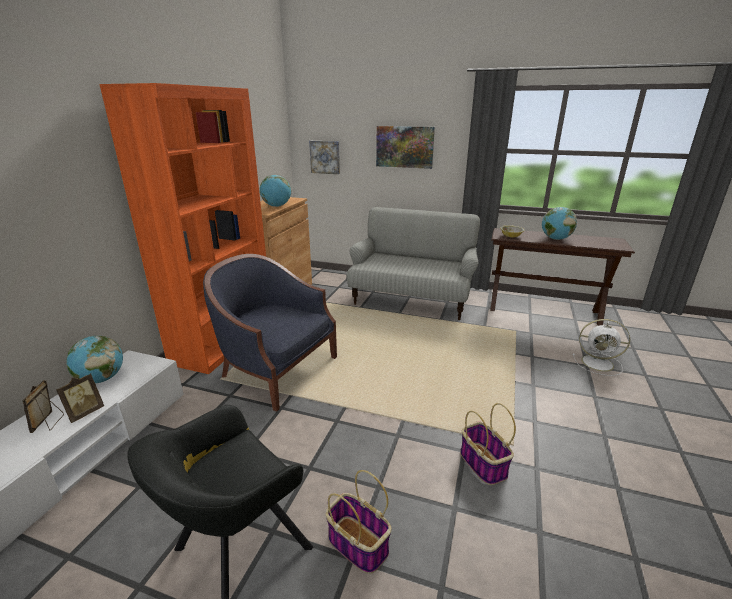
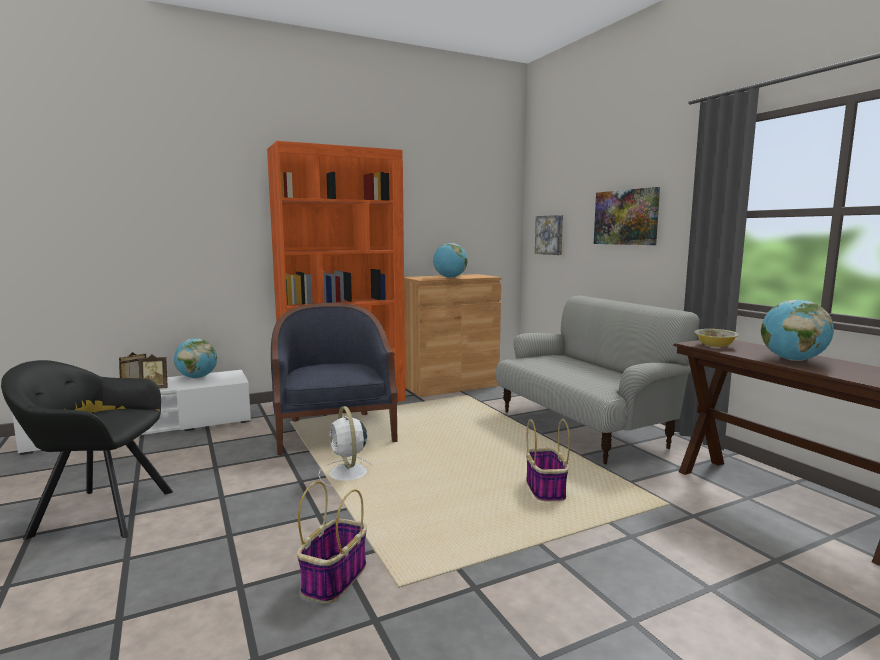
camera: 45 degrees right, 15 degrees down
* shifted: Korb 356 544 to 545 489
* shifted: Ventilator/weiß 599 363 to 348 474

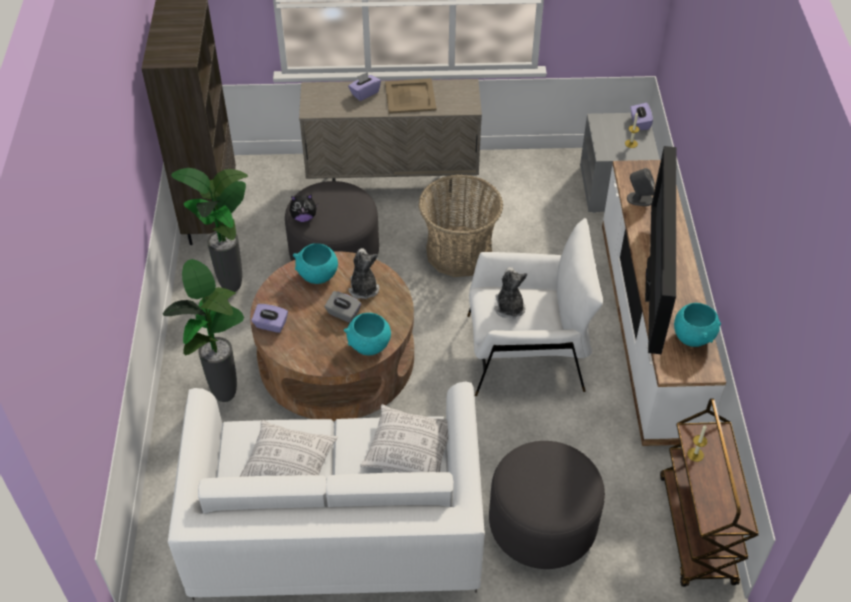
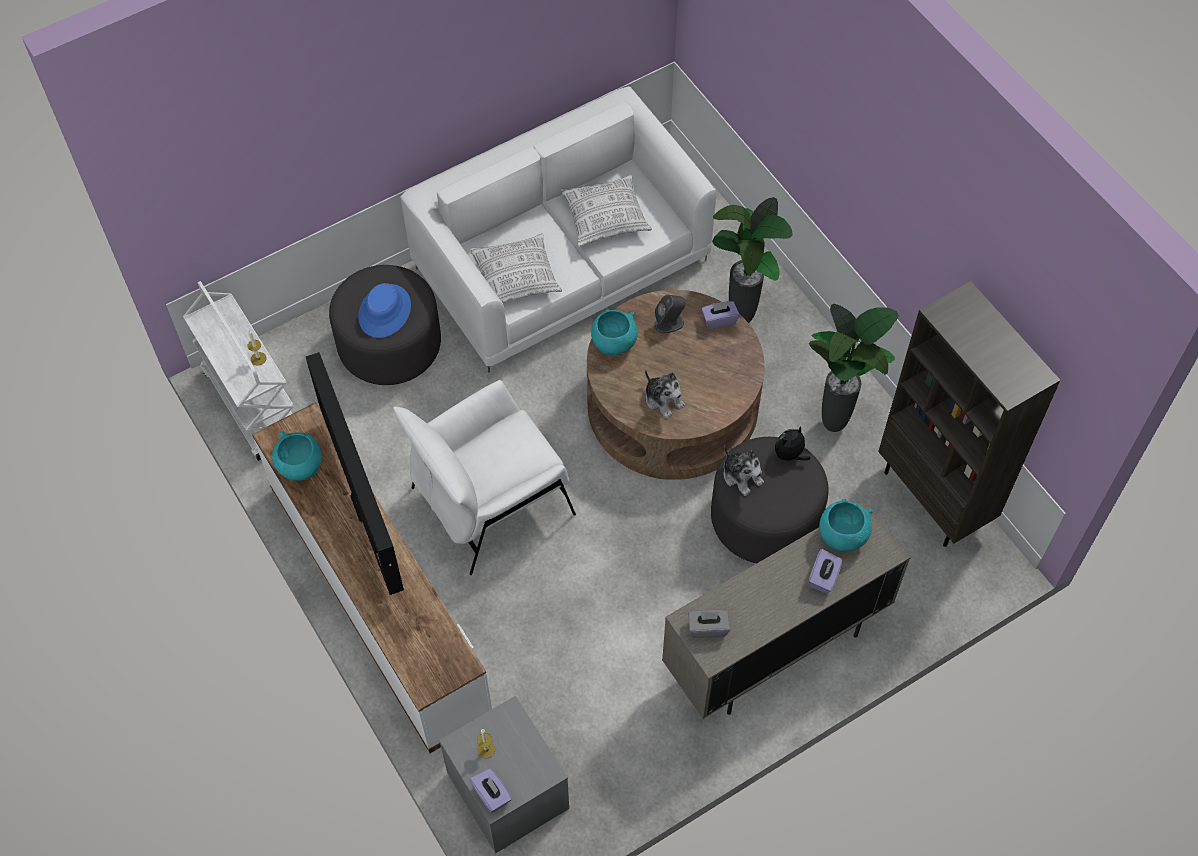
camera: 150 degrees right, 10 degrees up
* shifted: Schüssel/türkis 318 276 to 842 536
* shifted: Taschentuchbox/grau 343 314 to 708 628
* gone: Tablett/beige 410 96
* gone: Korb 459 252
* shifted: Plüschtier 509 307 to 741 476
* shifted: Lautsprecher/grau 639 199 to 669 323
* repainted: Rollwagen/braun 697 530 to Rollwagen/weiß 252 403
* new: Hut/blau 385 311

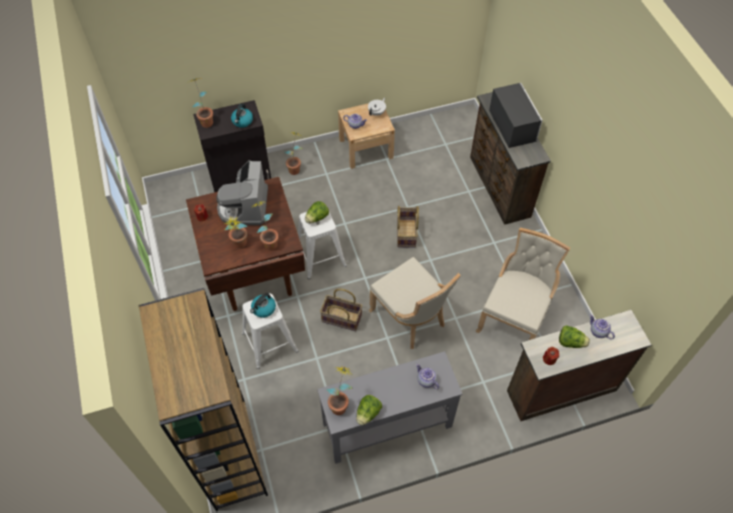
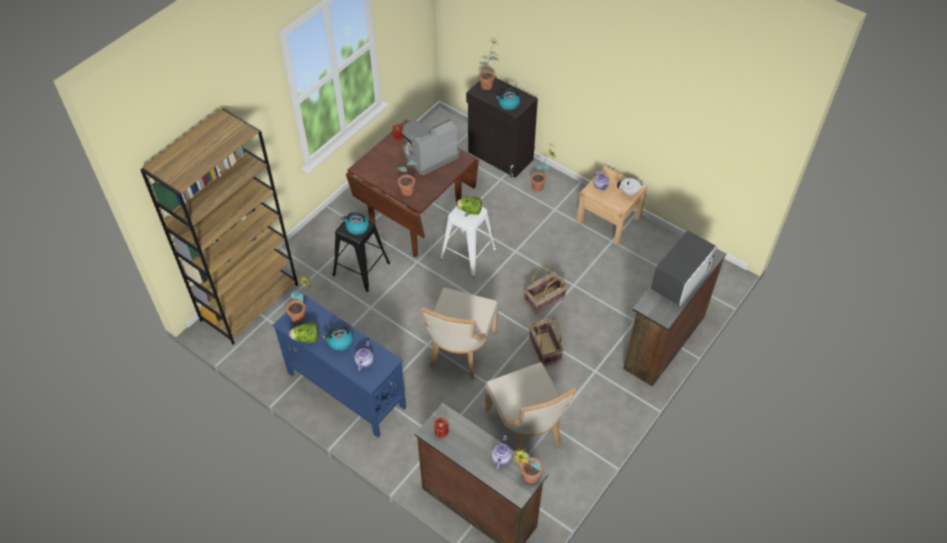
camera: 55 degrees right, 5 degrees down
* shifted: Topfpflanze 240 246 to 526 479
* repainted: Hocker/weiß 269 343 to Hocker/schwarz 360 269
* repainted: Konsolentisch/grau 386 425 to Konsolentisch/blau 346 389
* shifted: Korb 341 319 to 544 349
* rotated: Stuhl/beige 514 317 = 526 429 75 degrees clockwise
* gone: Salatkopf 570 342
* new: Wasserkessel 340 342

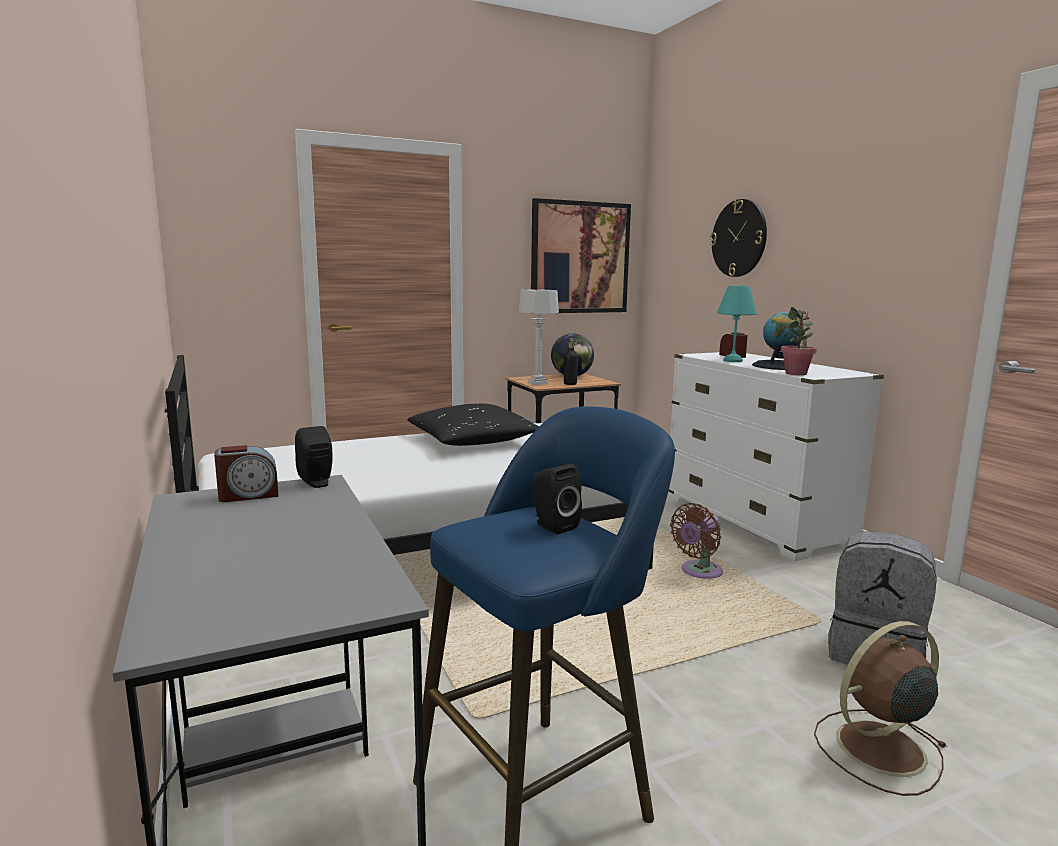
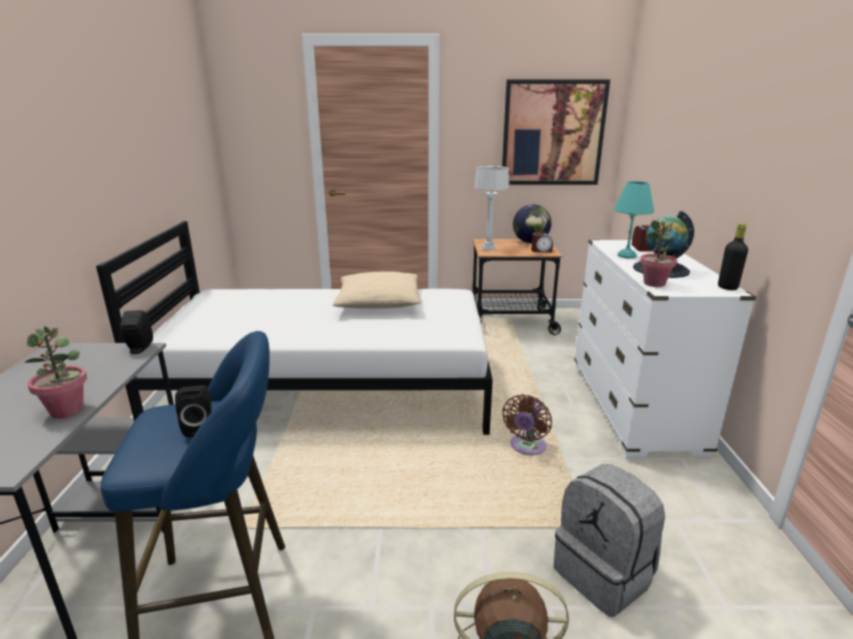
camera: 25 degrees right, 10 degrees up
* shifted: Wecker 248 495 to 541 250
* repainted: Kissen/schwarz 472 441 to Kissen/beige 378 302
* shifted: Flasche/schwarz 570 384 to 727 287
* rotated: Ventilator/braun 698 572 = 526 447 45 degrees counterclockwise
* gone: Wanduhr 739 238
* new: Topfpflanze 67 410

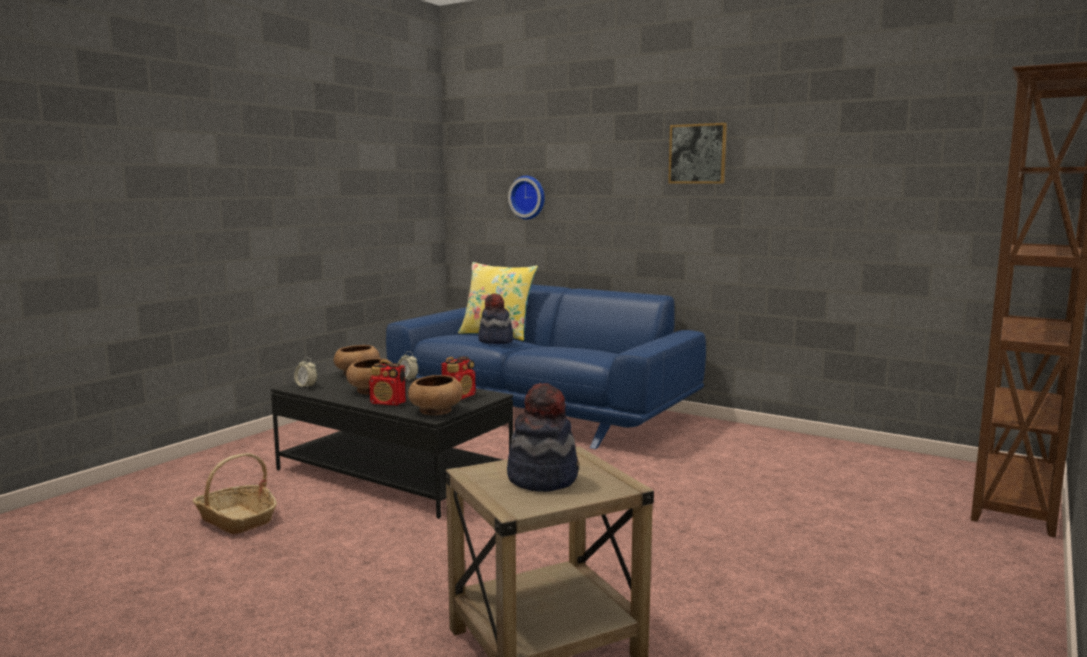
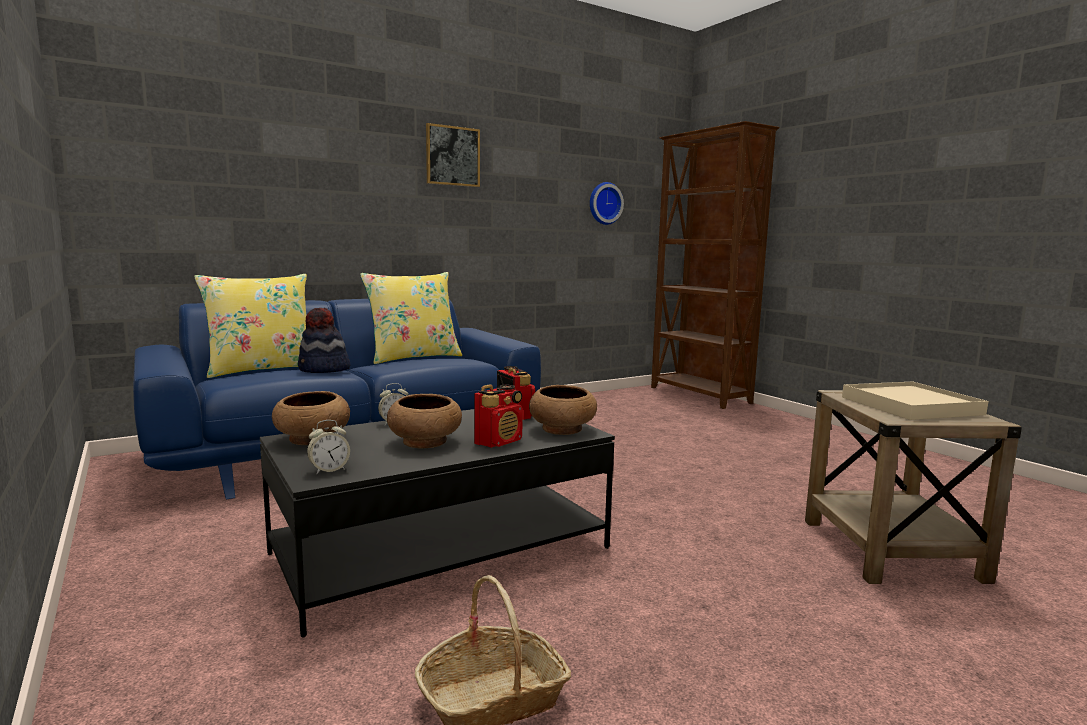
camera: 65 degrees left, 0 degrees up
* swapped: Hut 543 478 to Tablett/beige 910 406
* shifted: Wanduhr 528 197 to 604 203
* new: Kissen/gelb 413 357

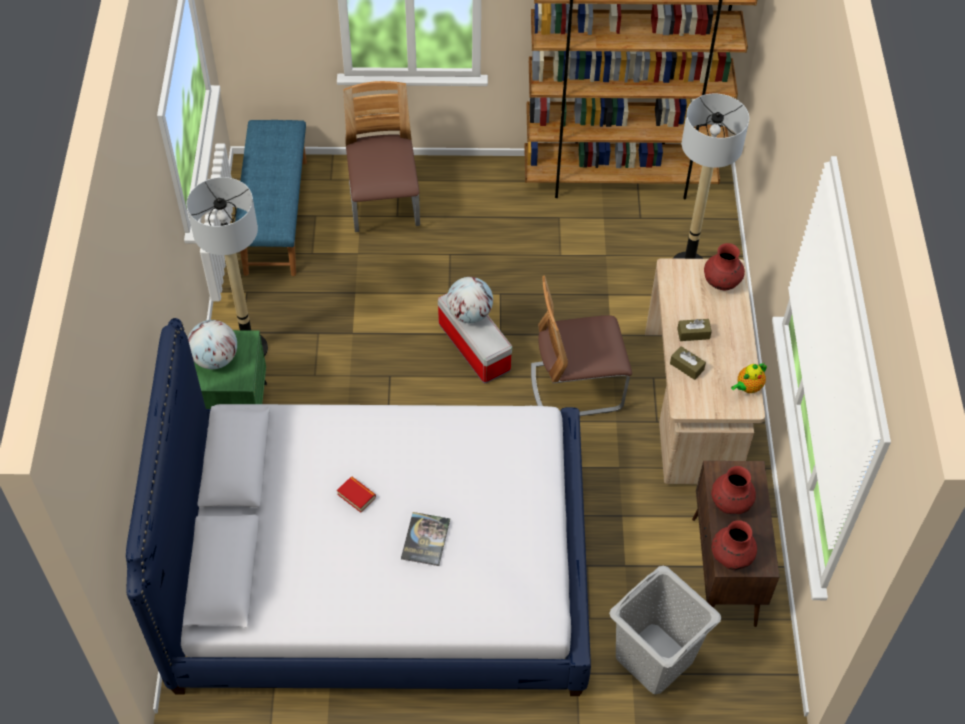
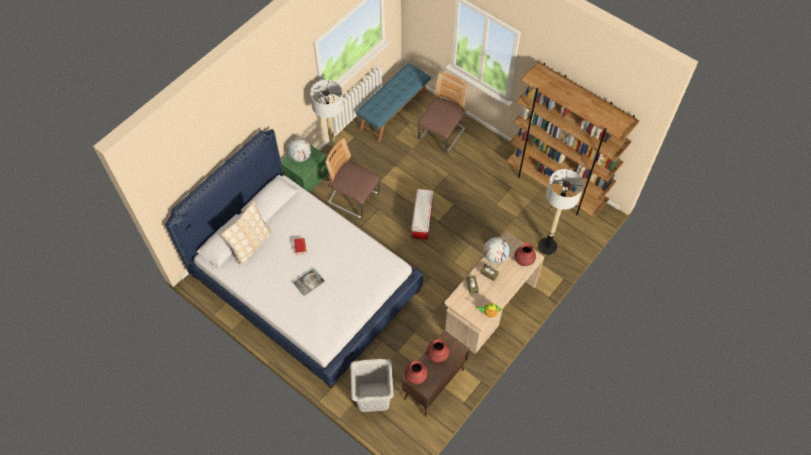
camera: 40 degrees right, 5 degrees up
* shifted: Globus 469 314 to 495 256
* shifted: Stuhl 576 387 to 354 198
* new: Kissen/beige 251 245

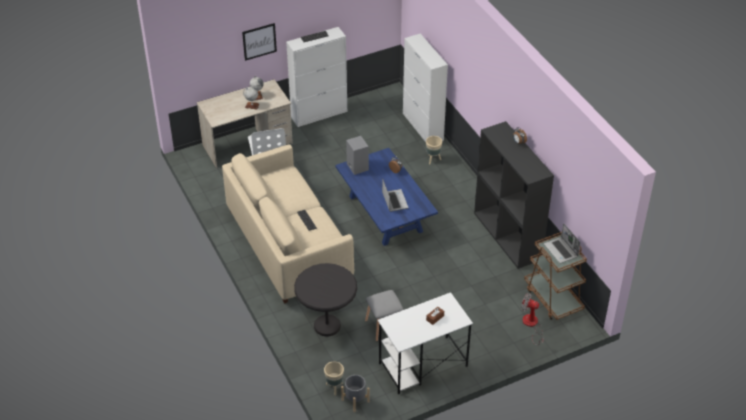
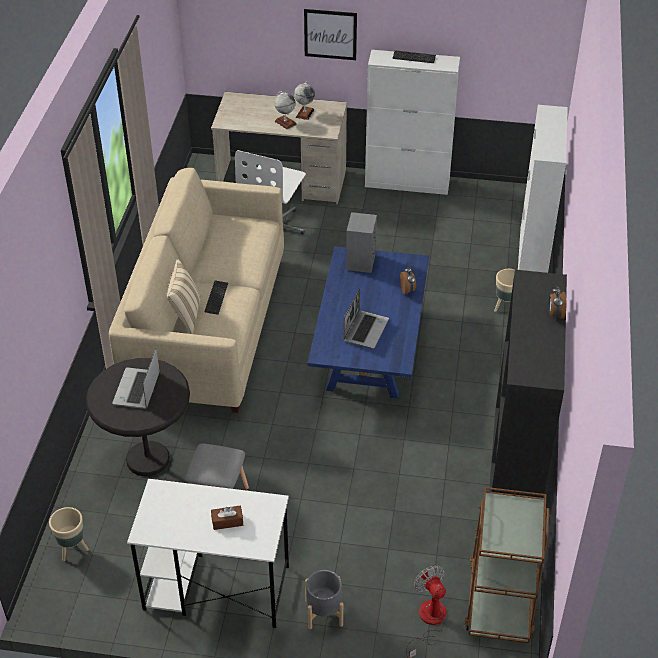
camera: 35 degrees right, 0 degrees up
* shifted: Pflanzkübel/grau 355 400 to 324 613
* shifted: Laptop 561 251 to 137 390
* new: Kissen/beige 185 316

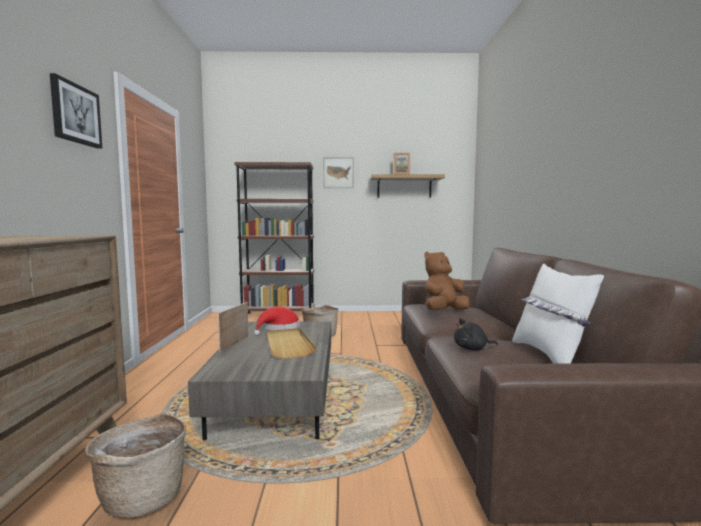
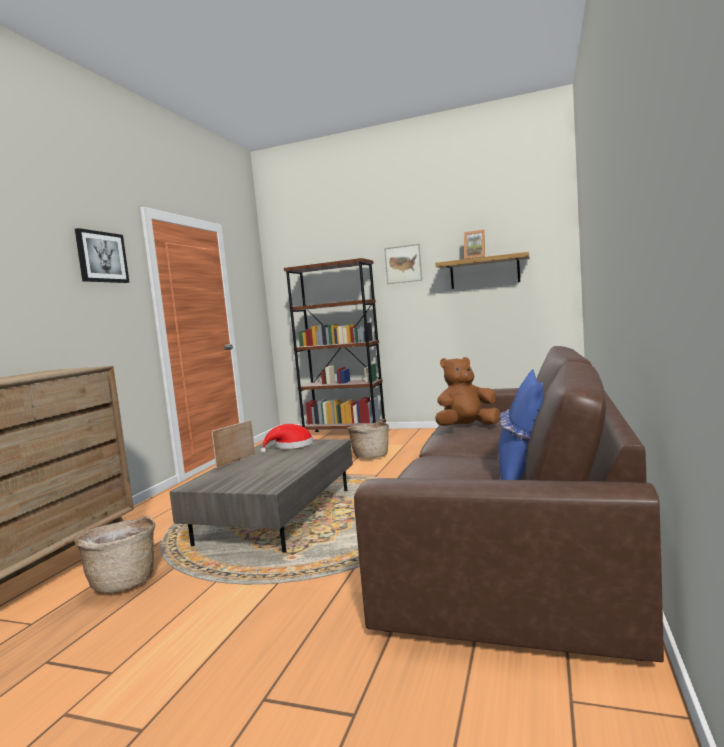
camera: 20 degrees right, 0 degrees up
* gone: Tablett/beige 288 345
* gone: Plüschtier/schwarz 472 349
* repainted: Kissen/weiß 550 355 to Kissen/blau 523 476

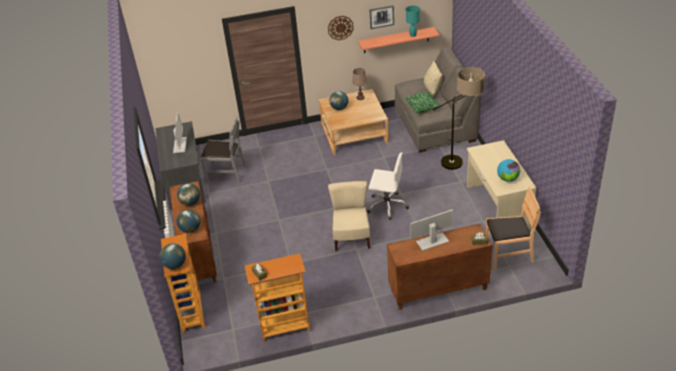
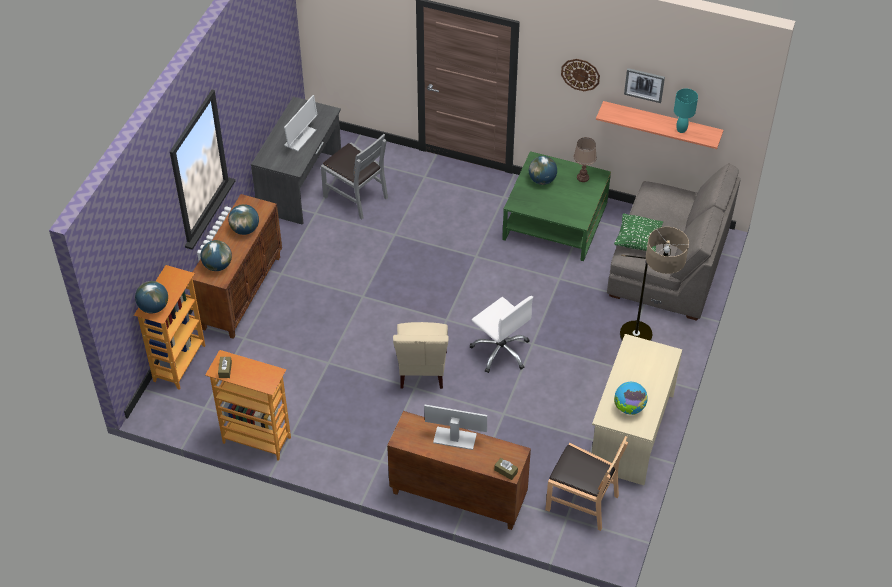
camera: 30 degrees right, 10 degrees up
* repainted: Couchtisch/beige 354 133 to Couchtisch/grün 555 221
* rotated: Stuhl/beige 351 238 = 422 370 150 degrees clockwise
* gone: Kissen/beige 432 89

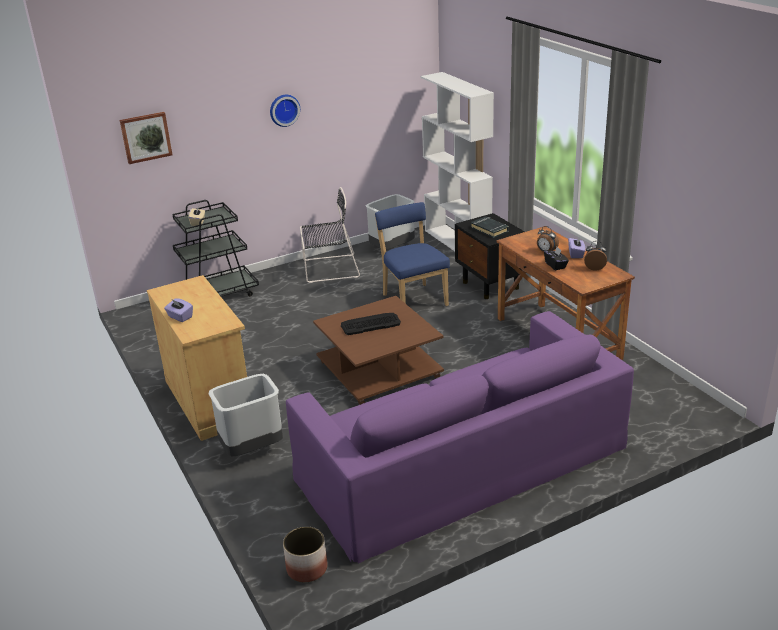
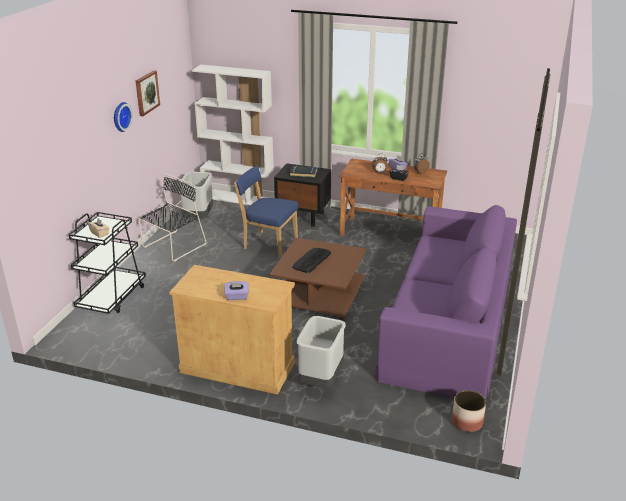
camera: 45 degrees left, 0 degrees up
* shifted: Bild 145 137 to 146 93

